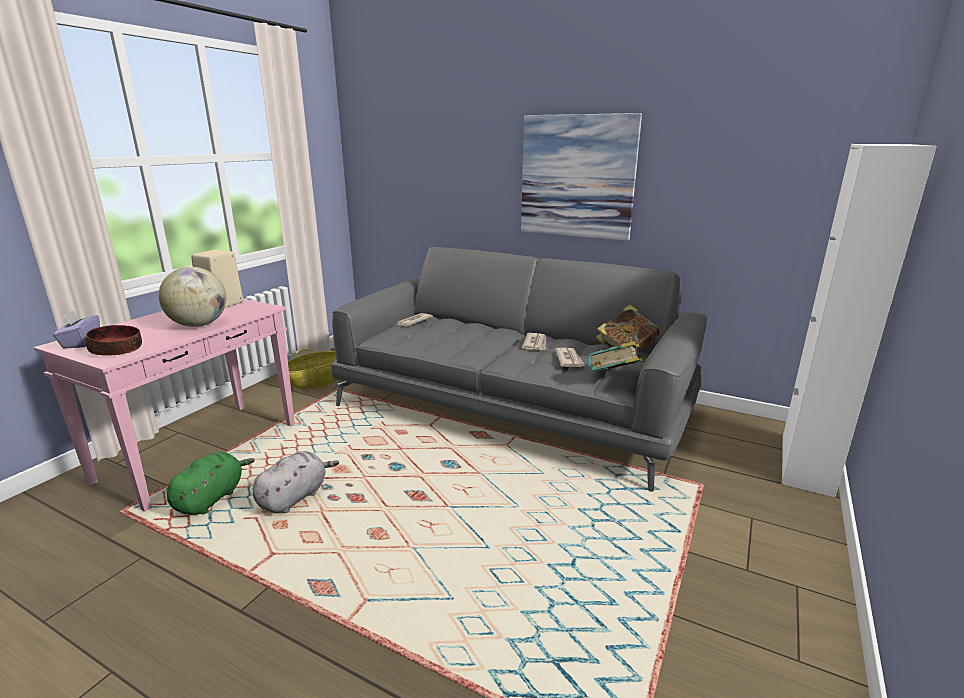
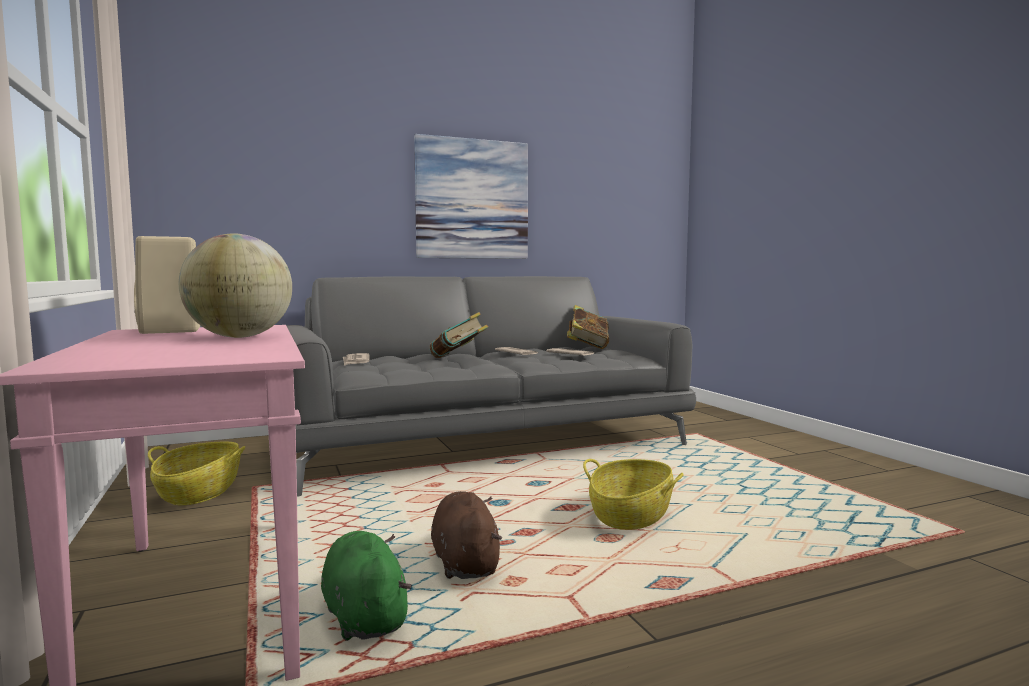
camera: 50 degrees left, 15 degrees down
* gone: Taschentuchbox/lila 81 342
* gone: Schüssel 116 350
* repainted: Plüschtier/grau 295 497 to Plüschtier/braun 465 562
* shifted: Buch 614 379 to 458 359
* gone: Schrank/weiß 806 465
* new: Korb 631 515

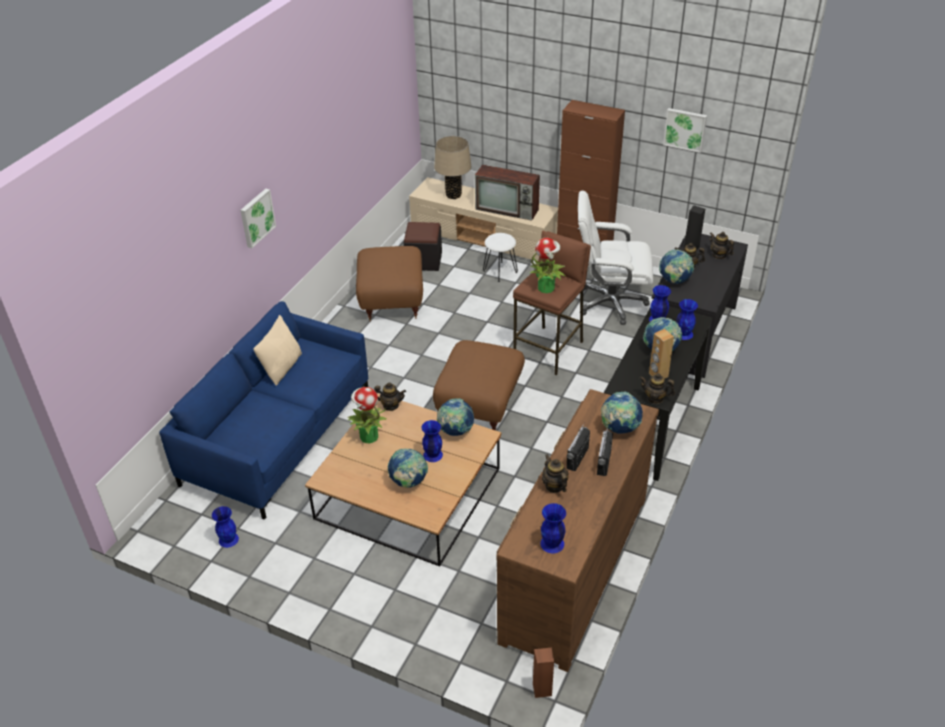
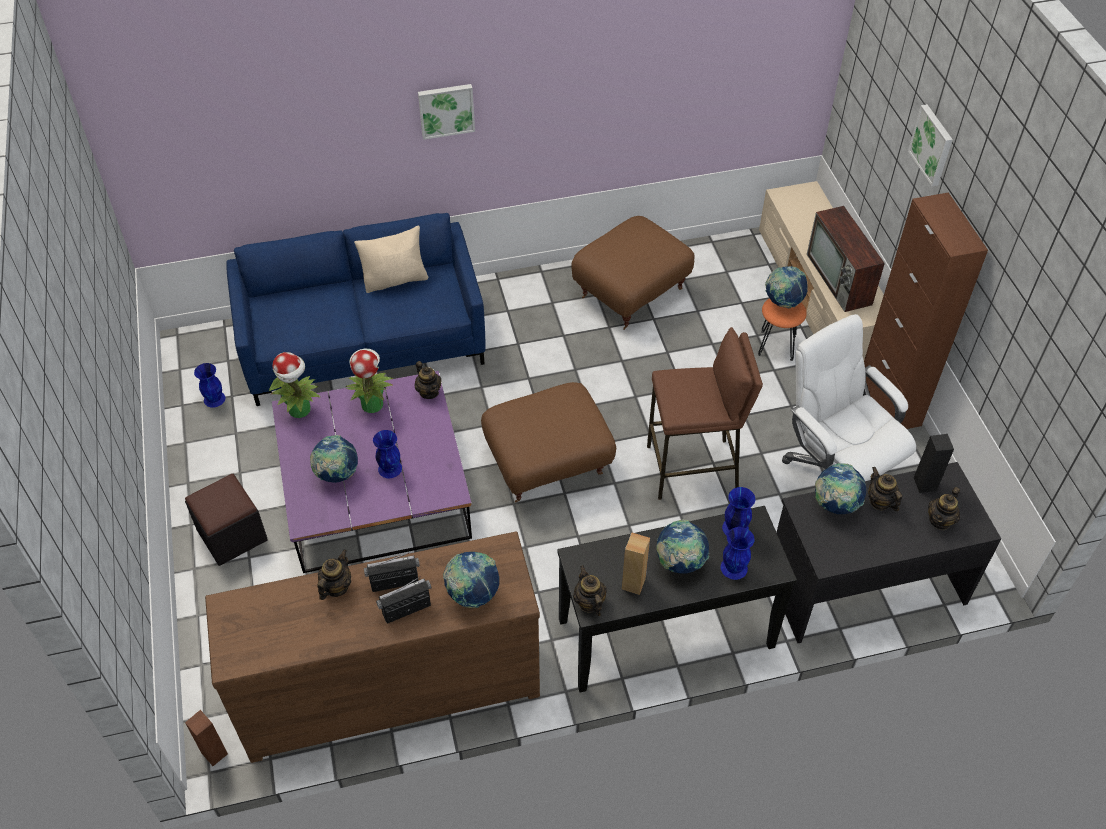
camera: 50 degrees right, 10 degrees up
* repainted: Couchtisch/braun 408 493 to Couchtisch/lila 375 487
* shifted: Polsterhocker/schwarz 423 261 to 232 535
* gone: Tischlampe/beige 453 195
* shifted: Globus 455 431 to 783 302
* repainted: Hocker/weiß 500 271 to Hocker/orange 777 345
* shifted: Topfpflanze 546 287 to 300 409
* gone: Vase/blau 552 544
* shifted: Bild 685 129 to 932 144
* rotated: Teekanne 719 255 = 940 521 150 degrees counterclockwise

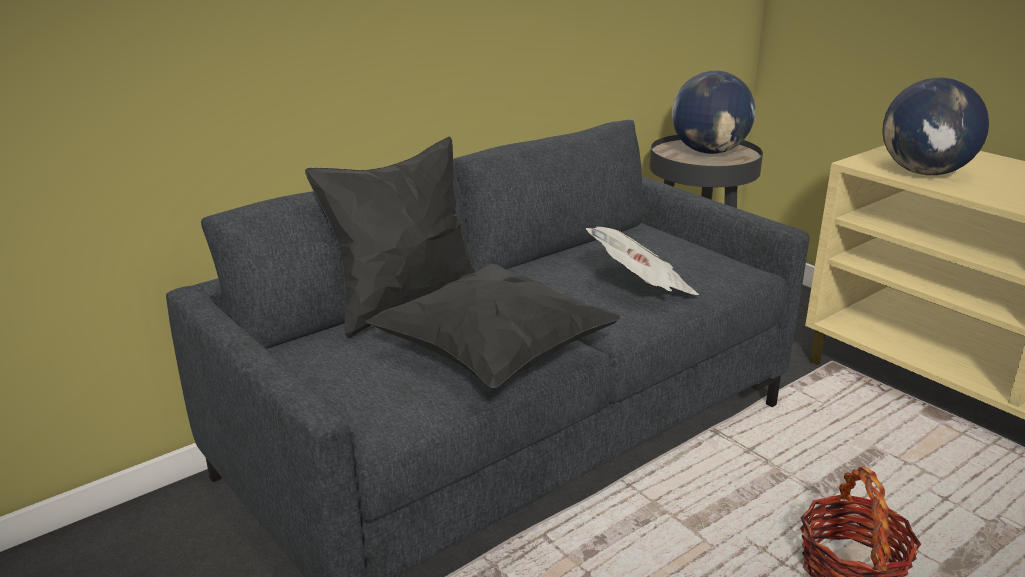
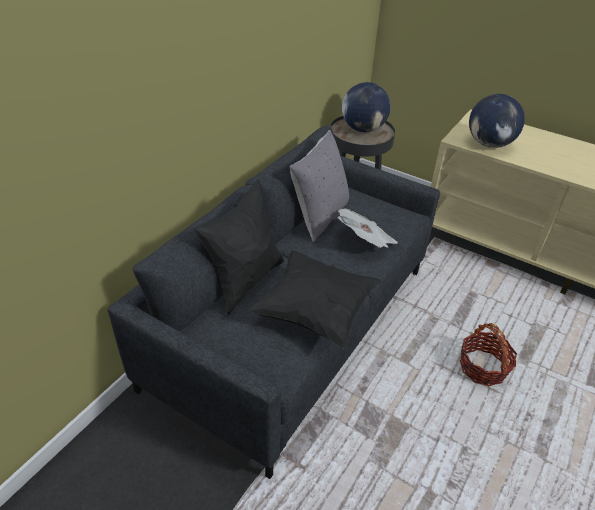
camera: 20 degrees left, 15 degrees up
* new: Kissen/grau 319 216

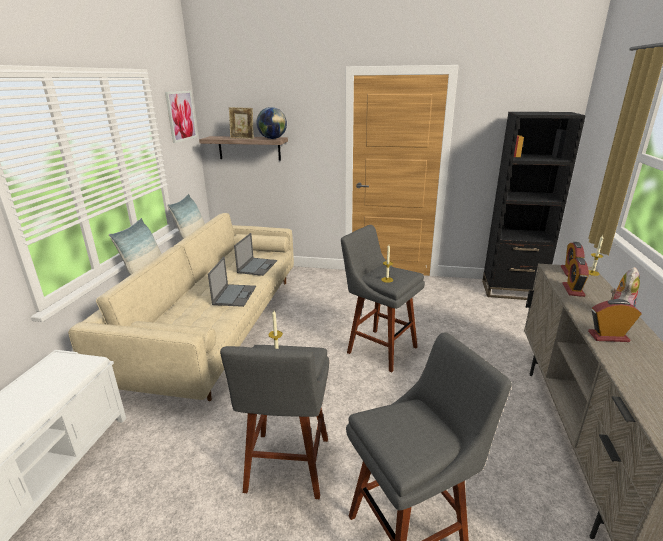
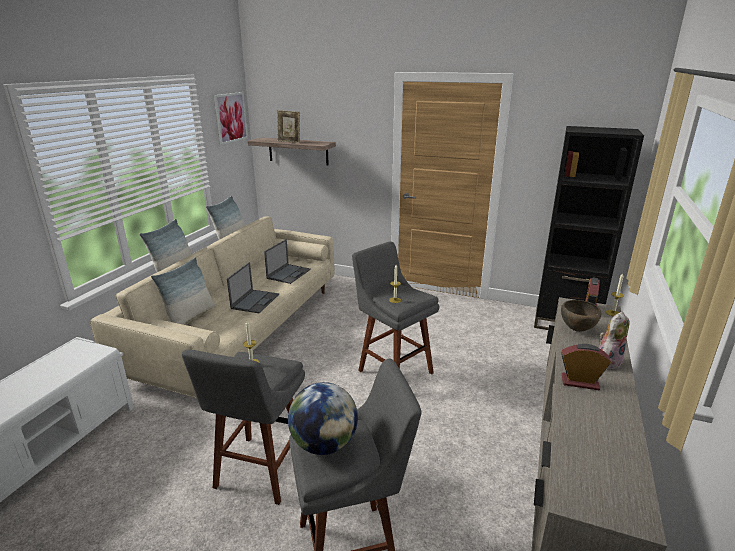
camera: 10 degrees right, 0 degrees up
* shifted: Globus 272 138 to 324 444
* swapped: Wecker 573 290 to Schüssel/braun 577 330
* new: Kissen 190 316

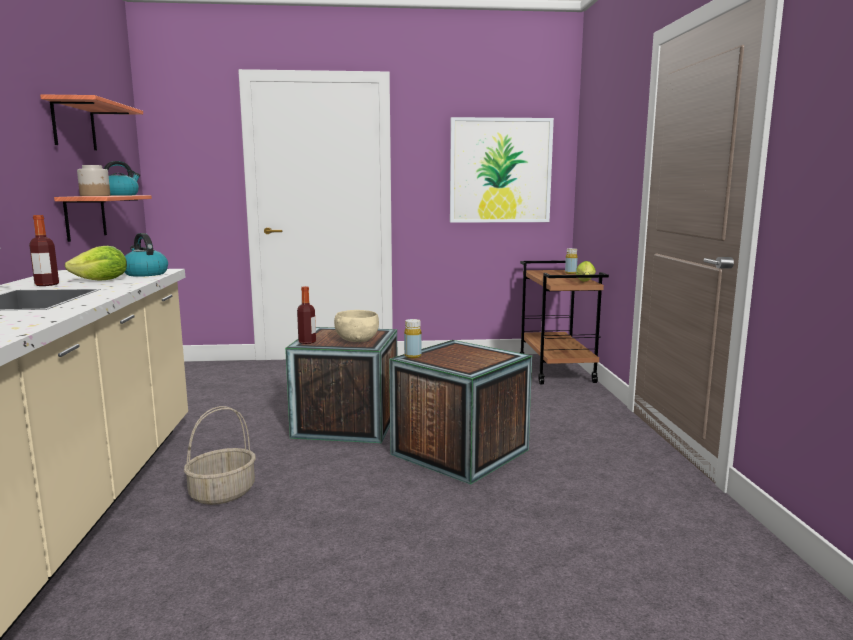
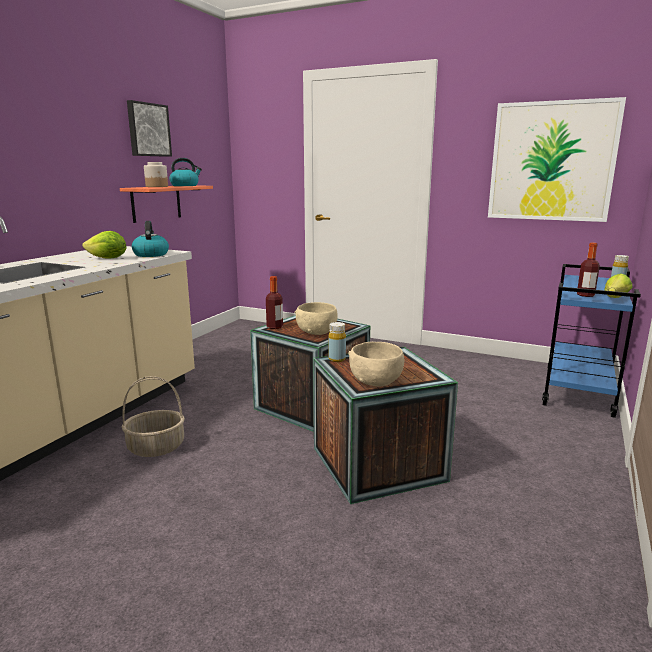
camera: 30 degrees right, 5 degrees up
* shifted: Flasche 47 284 to 585 295
* swapped: Wandregal 74 125 to Bild 148 130
* repainted: Rollwagen/braun 556 371 to Rollwagen/blau 579 392
* new: Schüssel/beige 375 381

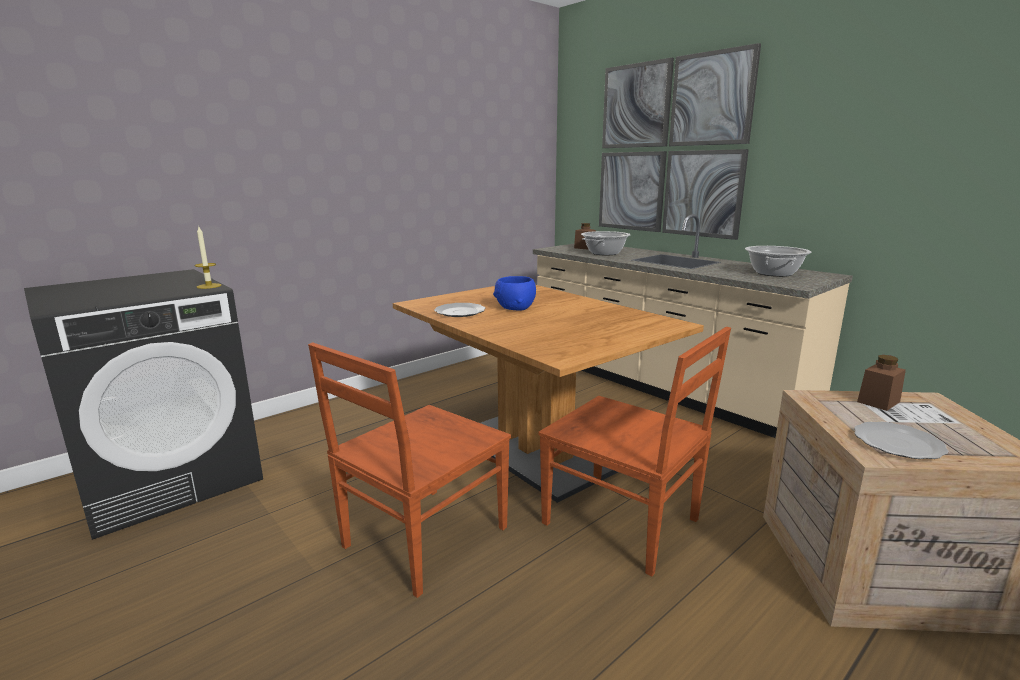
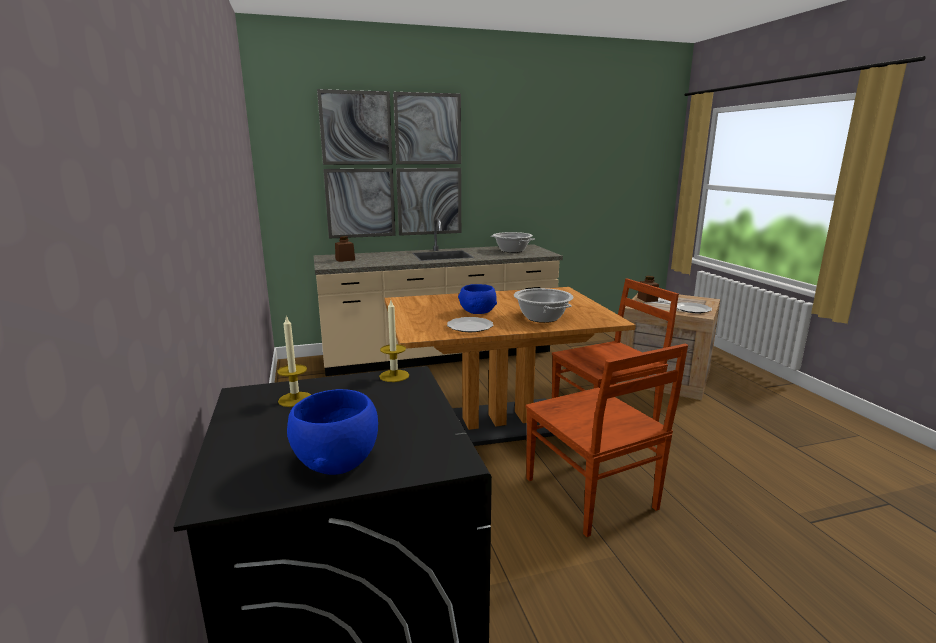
camera: 65 degrees left, 0 degrees up
* shifted: Kochtopf 604 253 to 542 318
* new: Kerze 295 399
* new: Schüssel/blau 335 460

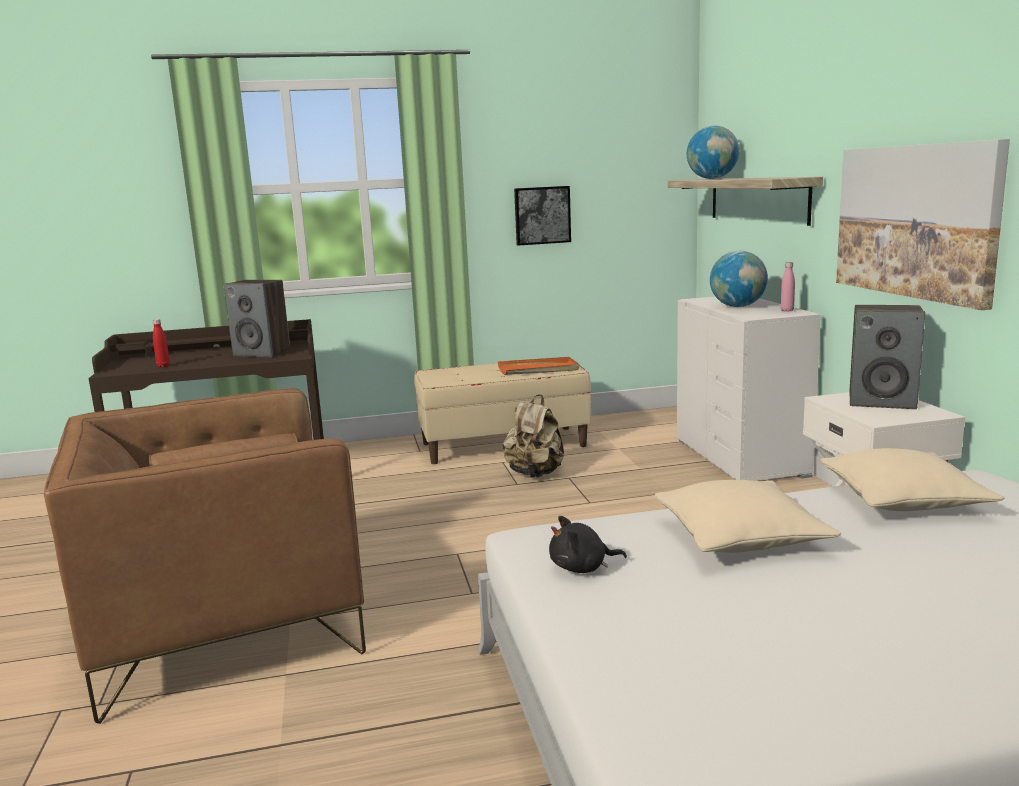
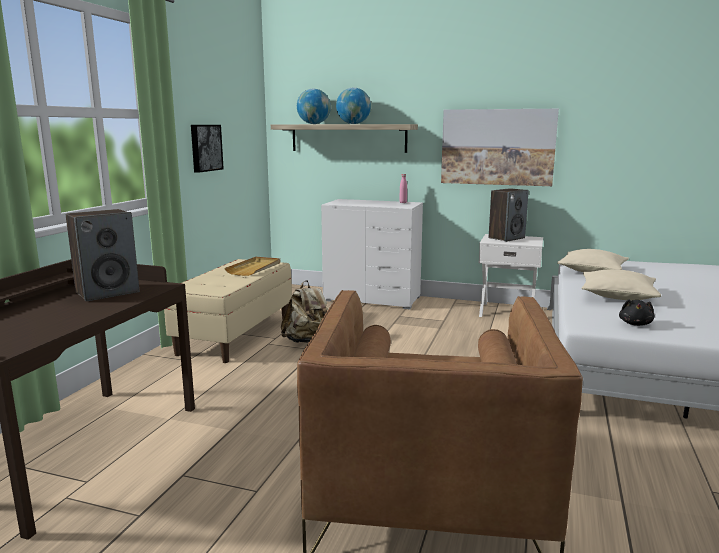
camera: 60 degrees left, 0 degrees up
* gone: Flasche/rot 163 366
* repainted: Tablett/orange 538 369 to Tablett/beige 254 268
* shifted: Globus 737 306 to 353 124

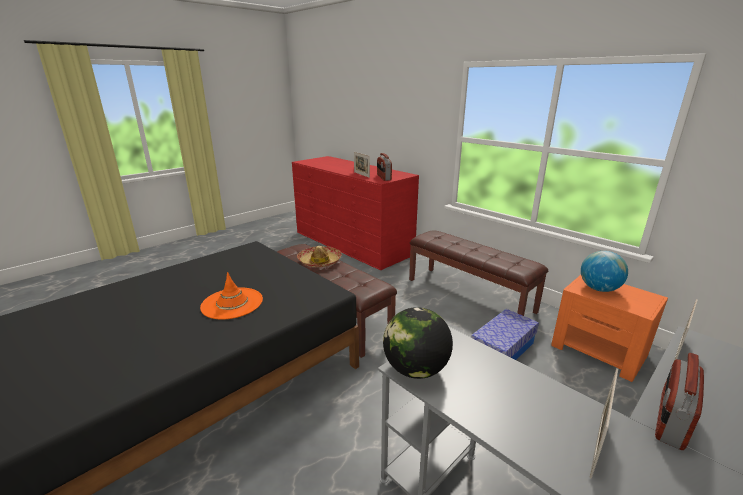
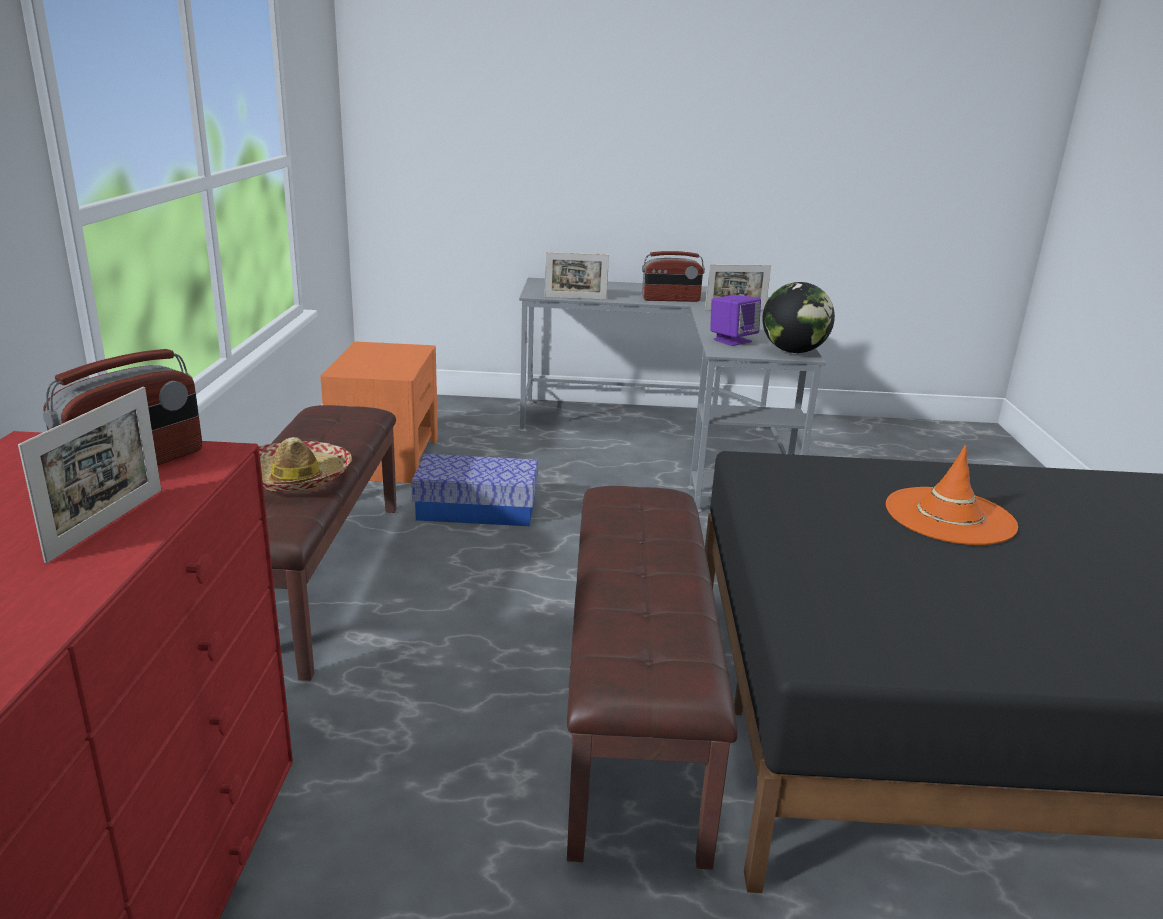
camera: 135 degrees left, 0 degrees up
* shifted: Hut 319 261 to 296 478
* gone: Globus 598 289
* new: Lautsprecher/lila 732 340

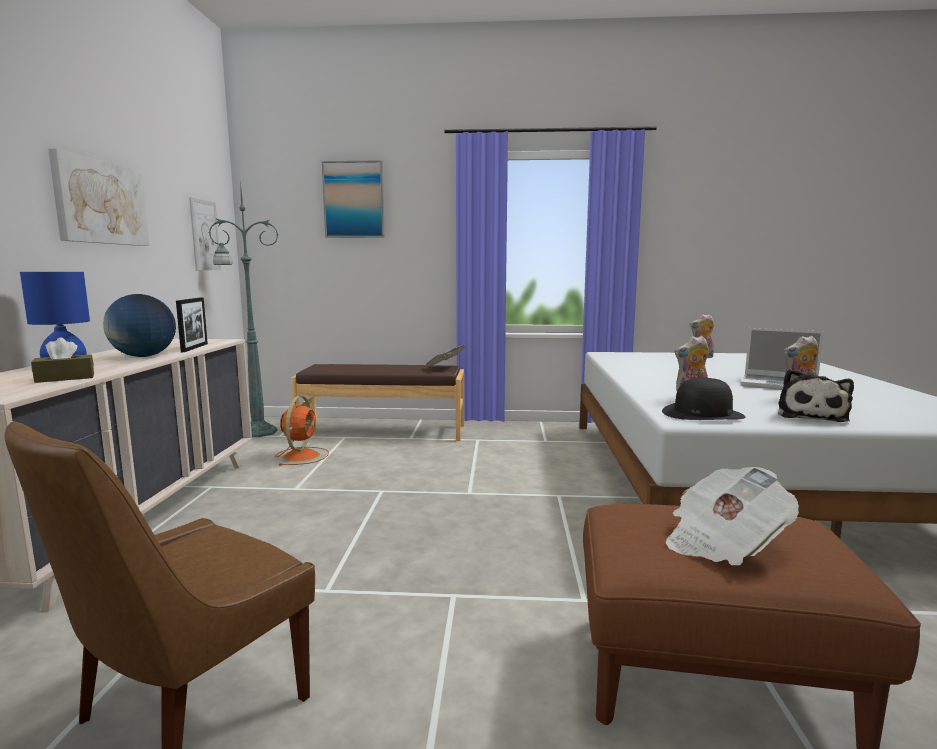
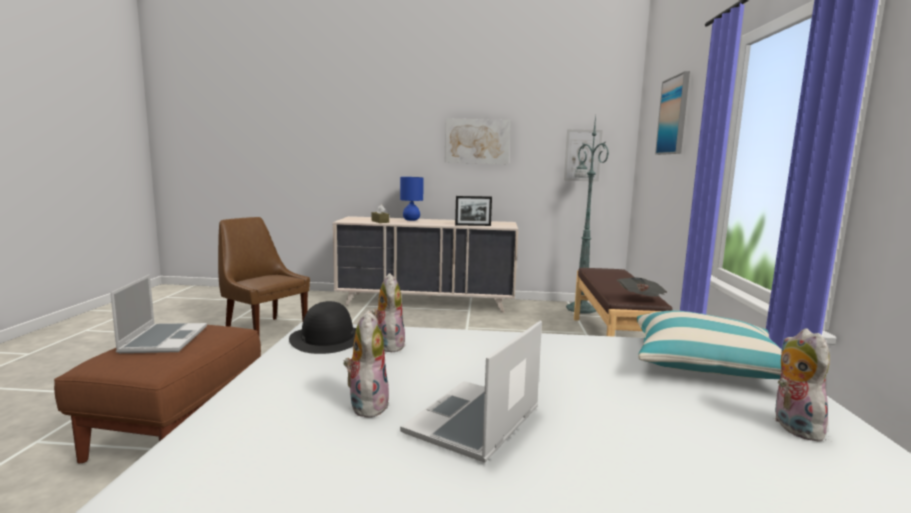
camera: 90 degrees right, 0 degrees up
* gone: Globus 143 356
* gone: Ventilator/orange 302 455
* swapped: Zeitung 722 543 to Laptop 163 339
* gone: Plüschtier 811 415
* new: Kissen 706 364

